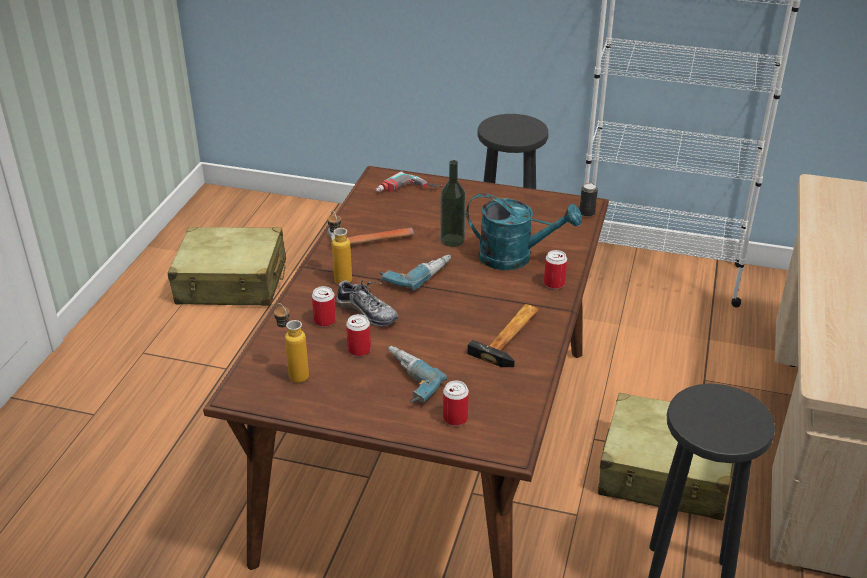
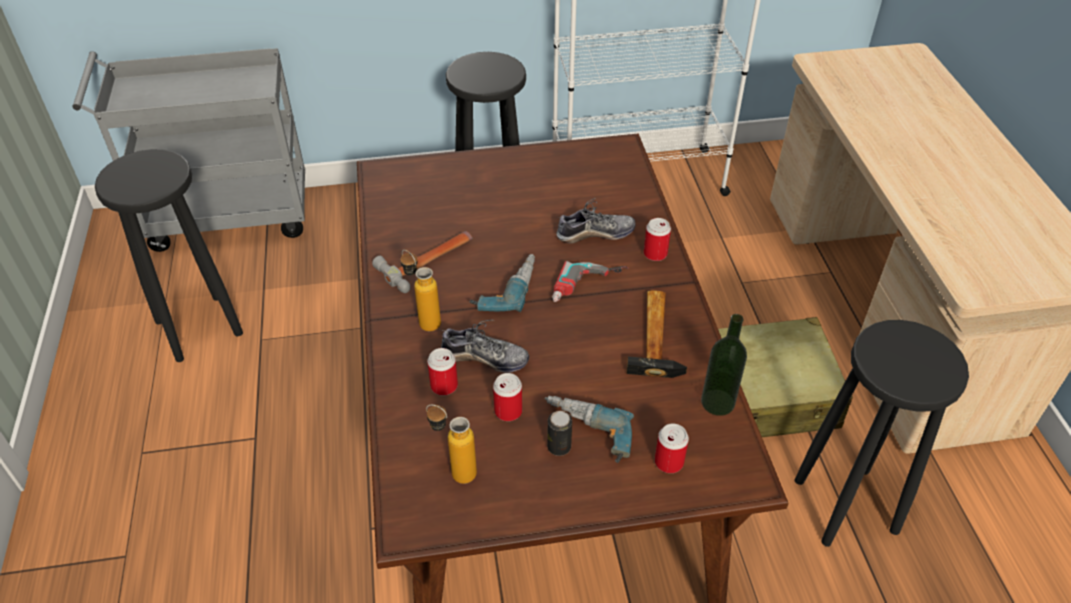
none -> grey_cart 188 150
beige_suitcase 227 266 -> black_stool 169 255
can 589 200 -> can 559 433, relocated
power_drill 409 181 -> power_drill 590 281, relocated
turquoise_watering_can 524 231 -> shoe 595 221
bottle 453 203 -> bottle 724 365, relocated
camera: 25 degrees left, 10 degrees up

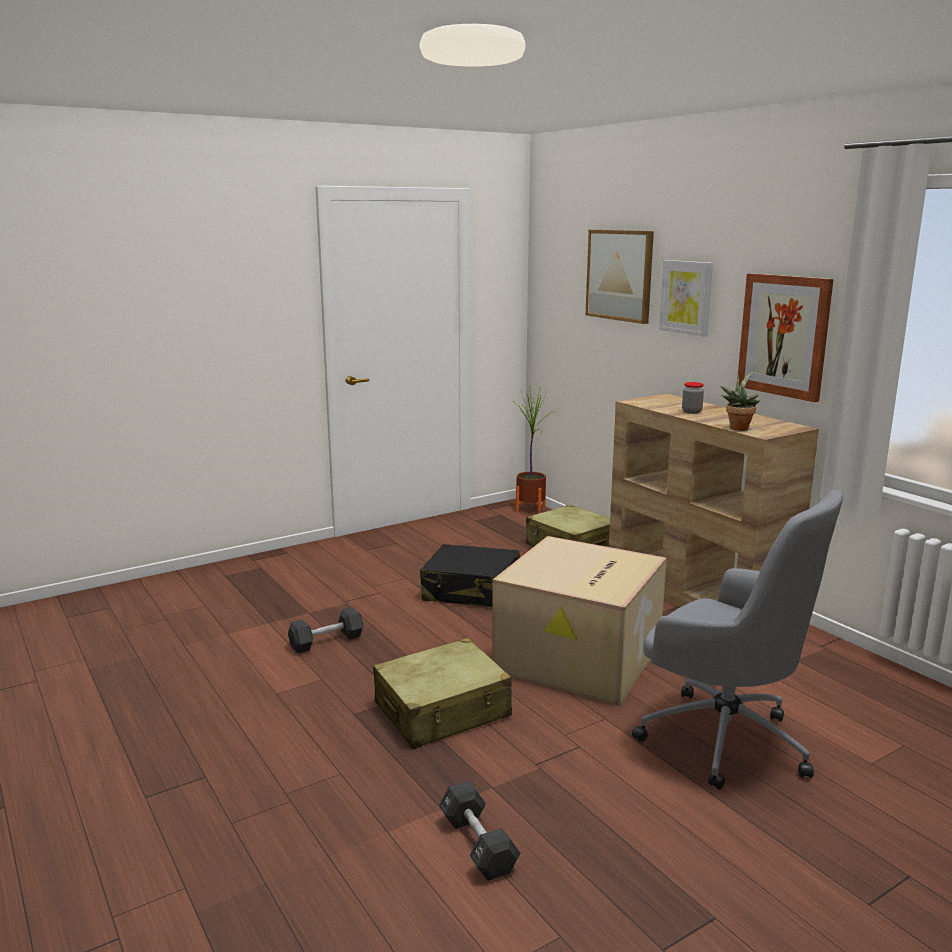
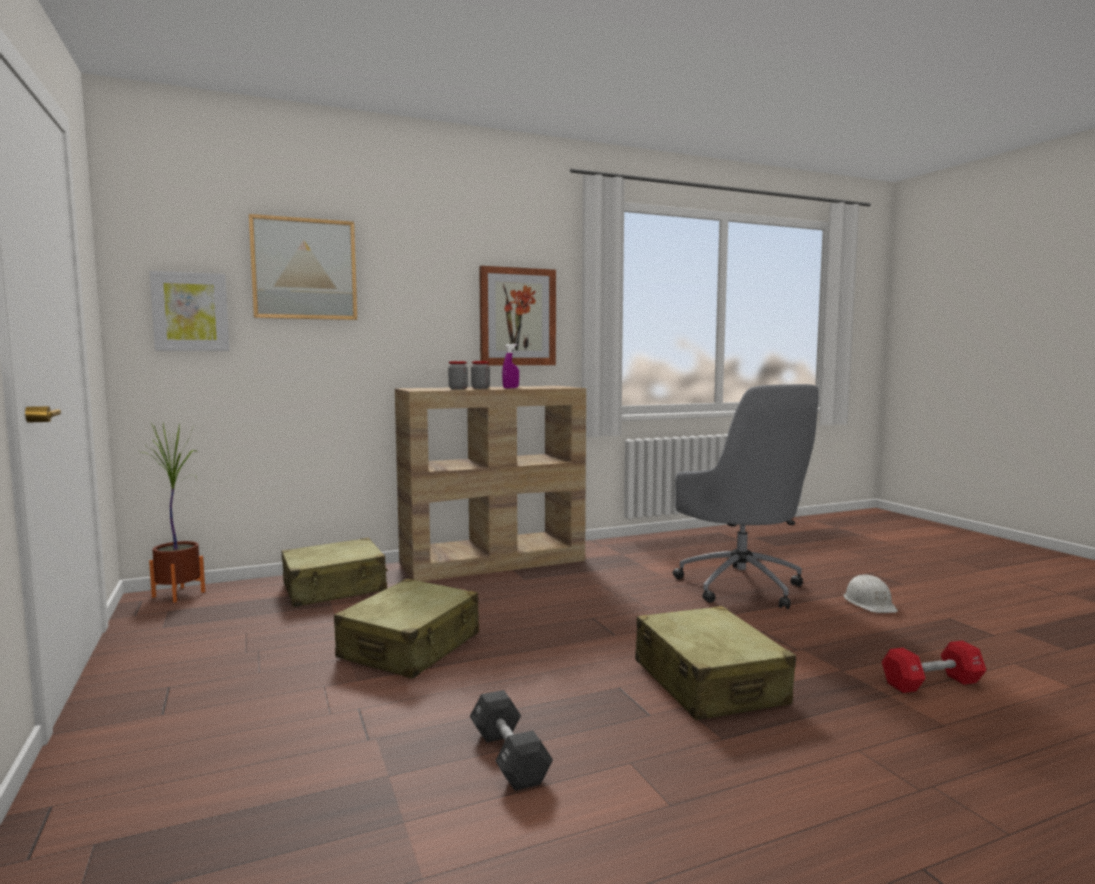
picture 686 298 -> picture 190 311, relocated
black_suitcase 470 575 -> beige_suitcase 406 629
none -> jar 458 375
none -> purple_spray_bottle 510 366
grey_office_chair 737 640 -> grey_office_chair 745 496, 105 degrees clockwise
none -> white_hard_hat 871 593
black_dumbbell 479 831 -> red_dumbbell 934 667
cardboard_box 579 621 -> none
potted_plant 740 401 -> none
camera: 80 degrees left, 10 degrees down

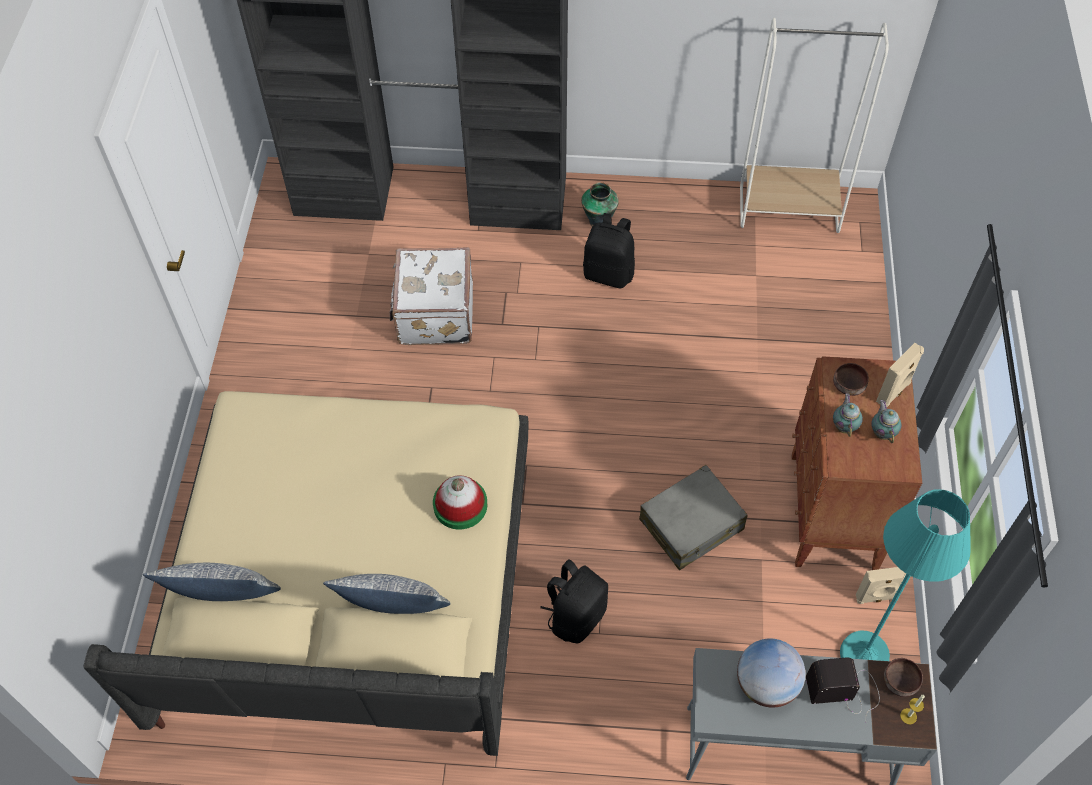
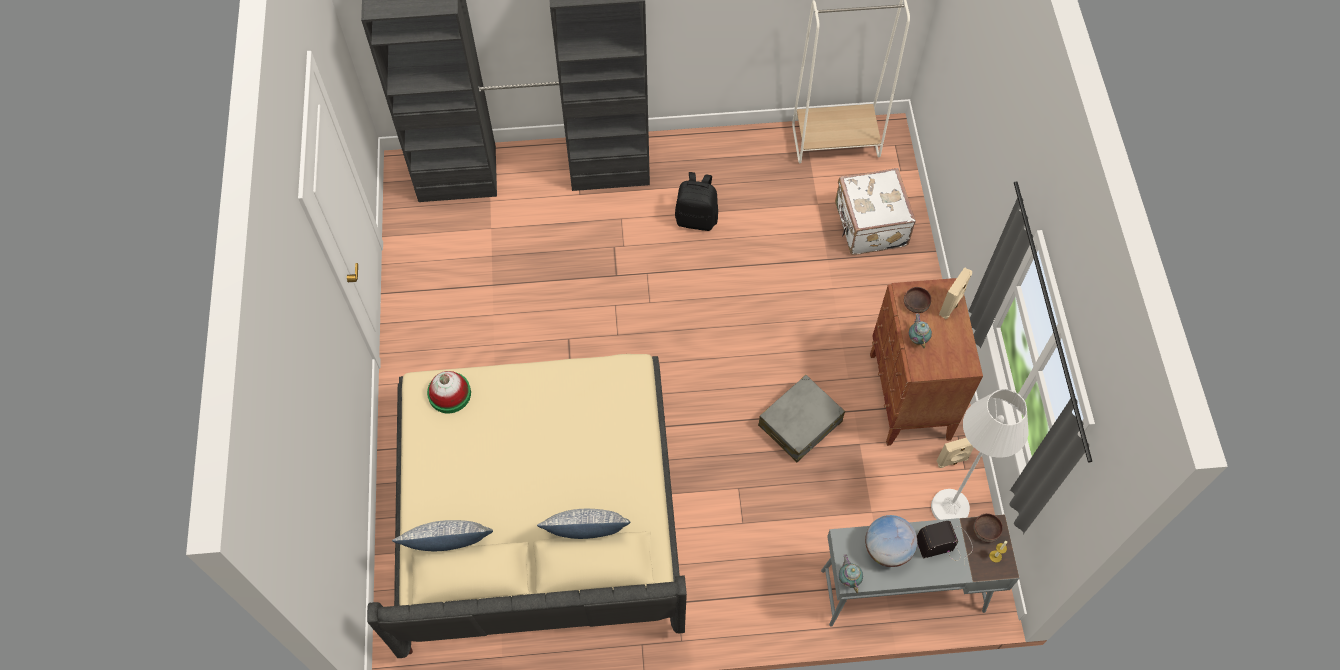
hat 460 502 -> hat 449 392, relocated
white_suitcase 431 296 -> white_suitcase 875 211, relocated
teapot 886 421 -> teapot 851 573, relocated
turquoise_floor_lamp 905 575 -> white_floor_lamp 980 454
black_backpack 574 601 -> none
vase 600 204 -> none
camera: 10 degrees left, 5 degrees up

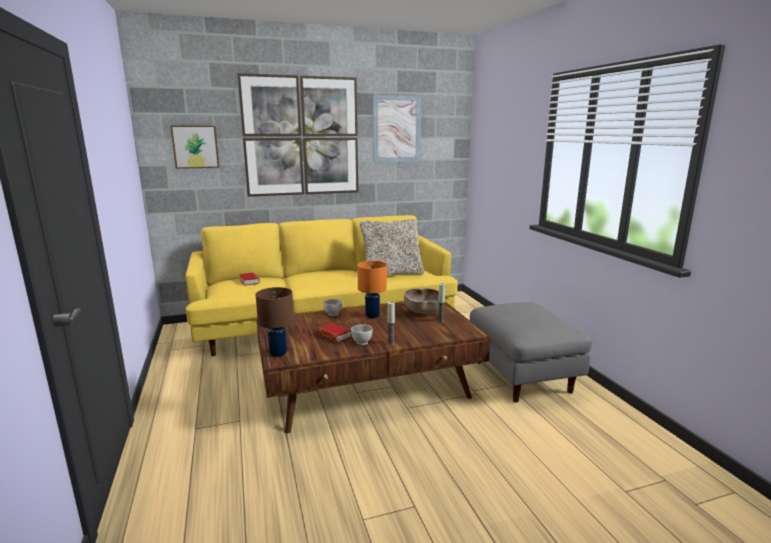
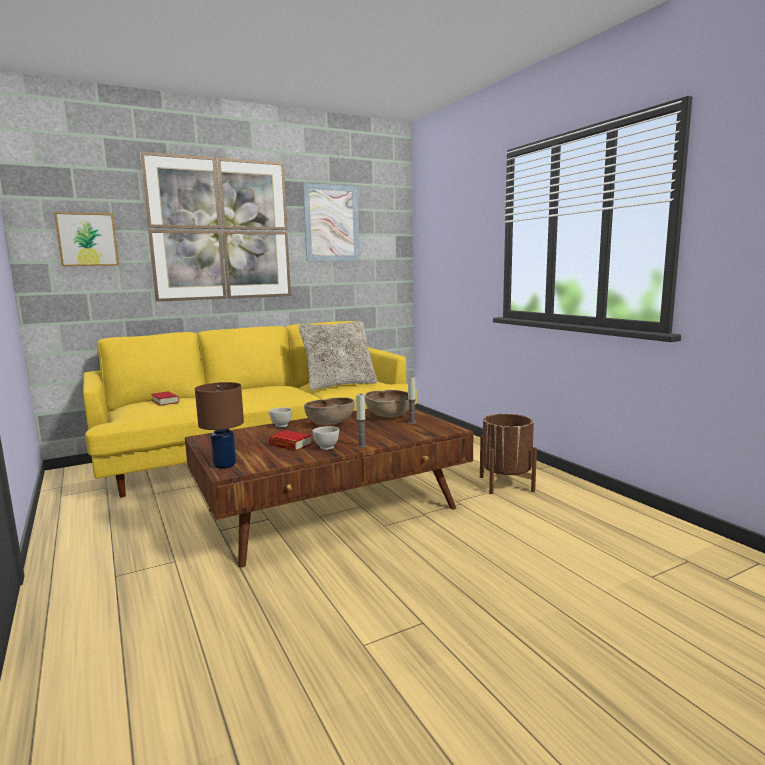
orange_table_lamp 372 289 -> brown_bowl 329 411
grey_ottoman 531 352 -> brown_planter 508 454
camera: 10 degrees left, 5 degrees down

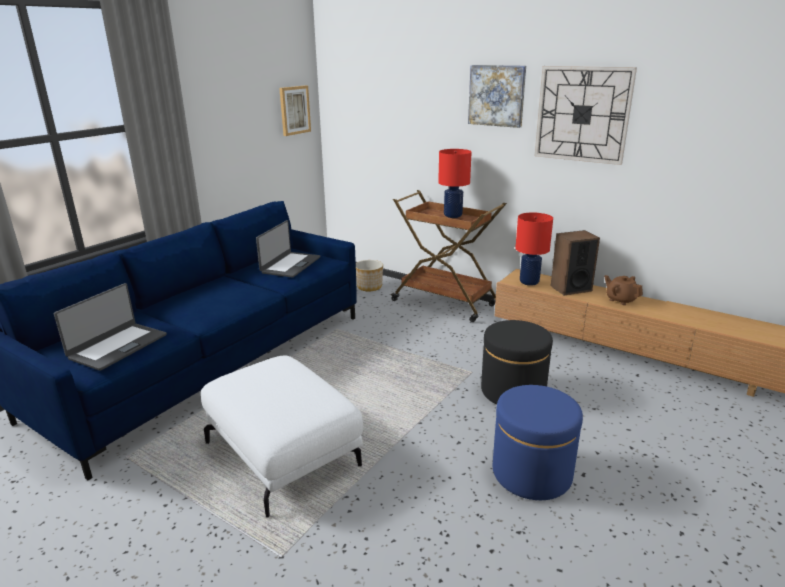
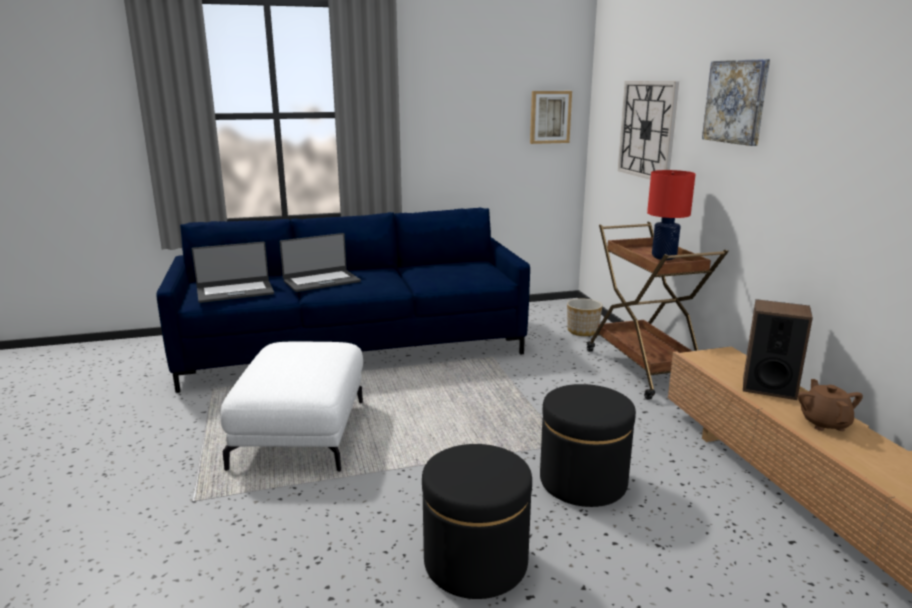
laptop 288 249 -> laptop 320 262, relocated
blue_ottoman 538 442 -> black_ottoman 477 521
wall_clock 586 115 -> wall_clock 648 130, relocated
red_table_lamp 534 249 -> none
camera: 40 degrees right, 5 degrees down

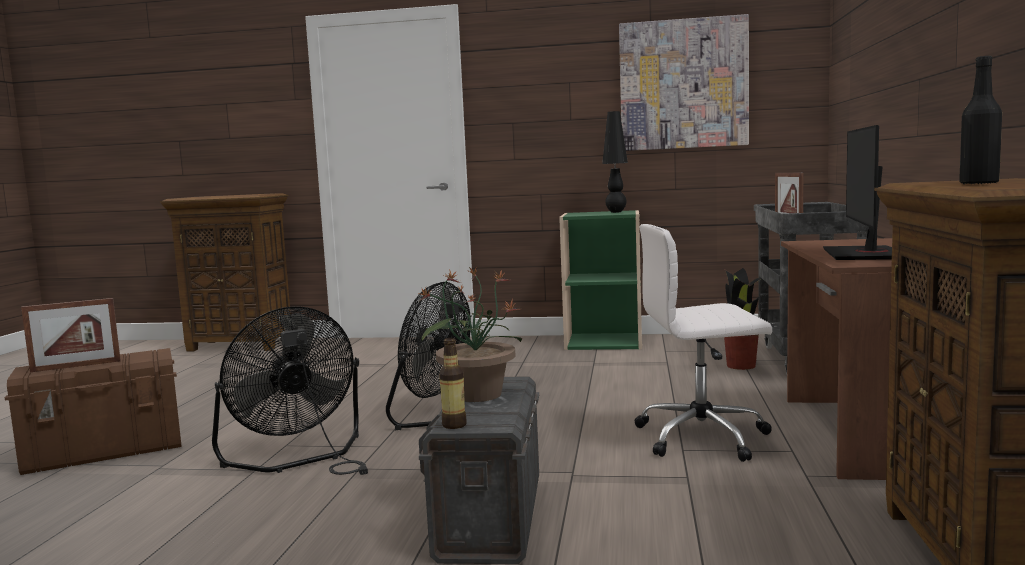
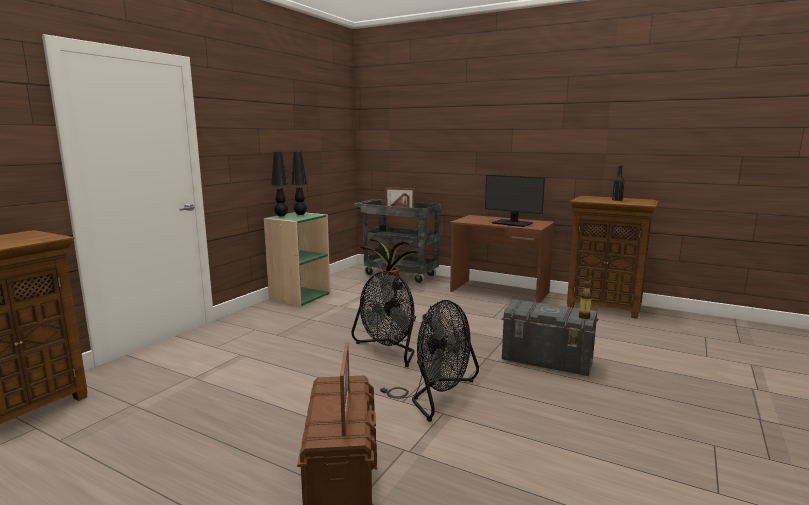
none -> black_table_lamp 279 183
black_fan 290 390 -> black_fan 429 361, 135 degrees counterclockwise
potted_plant 470 334 -> none
picture 684 82 -> none
white_office_chair 703 343 -> none
camera: 70 degrees left, 5 degrees up

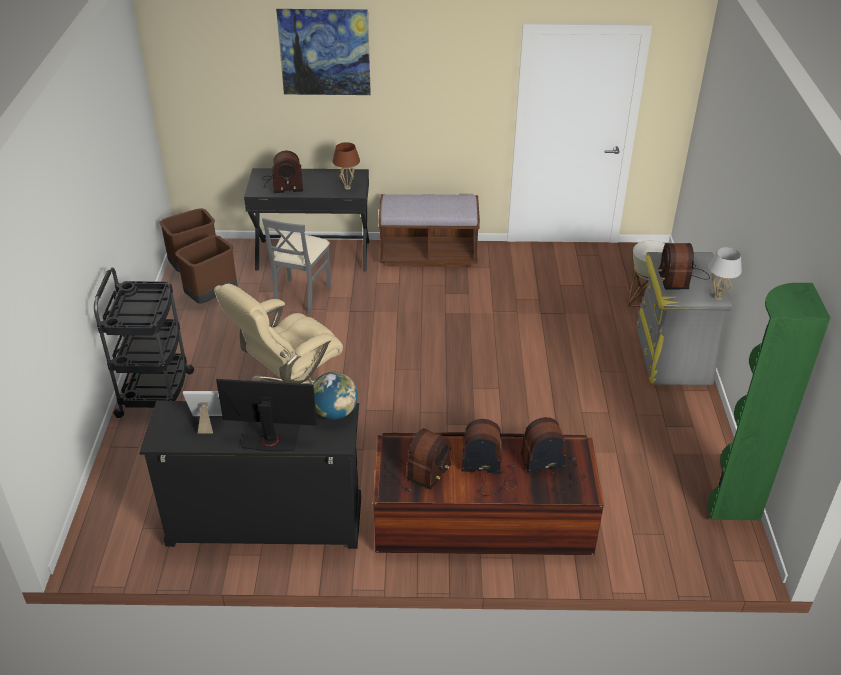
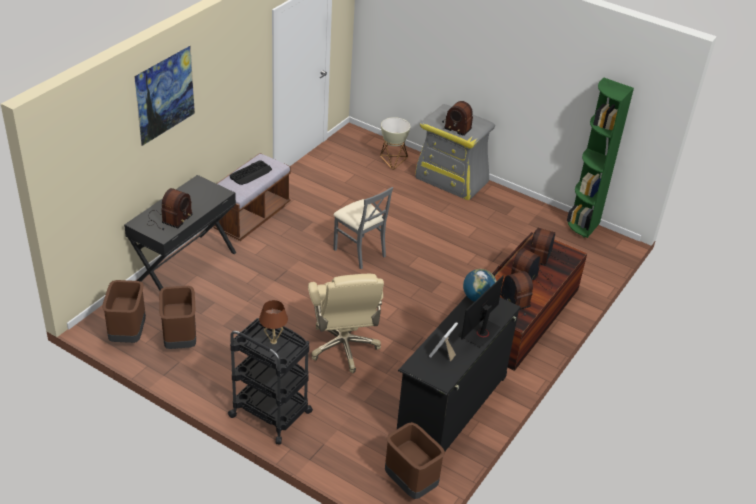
none -> keyboard 251 172
brown_table_lamp 346 165 -> brown_table_lamp 273 322, relocated
grey_chair 296 266 -> grey_chair 363 228, relocated
none -> brown_trash_can 415 460
white_table_lamp 725 273 -> none
camera: 60 degrees left, 0 degrees up

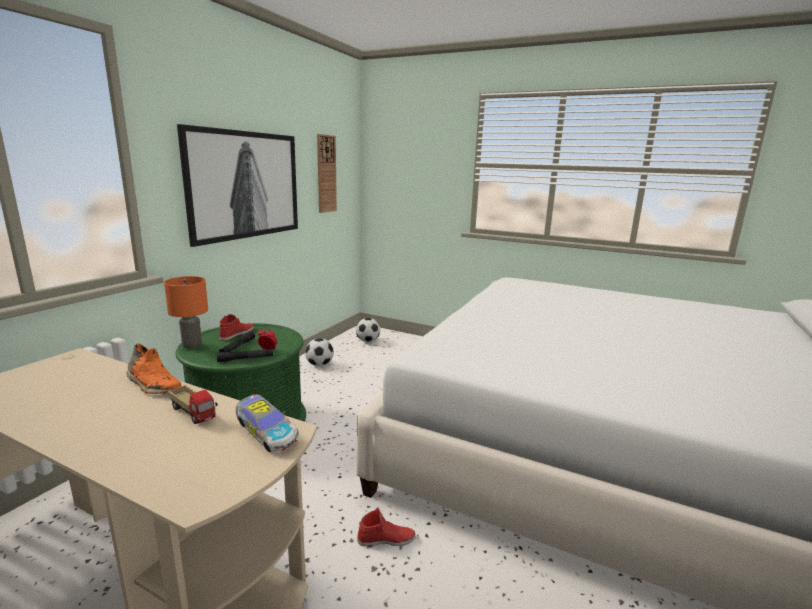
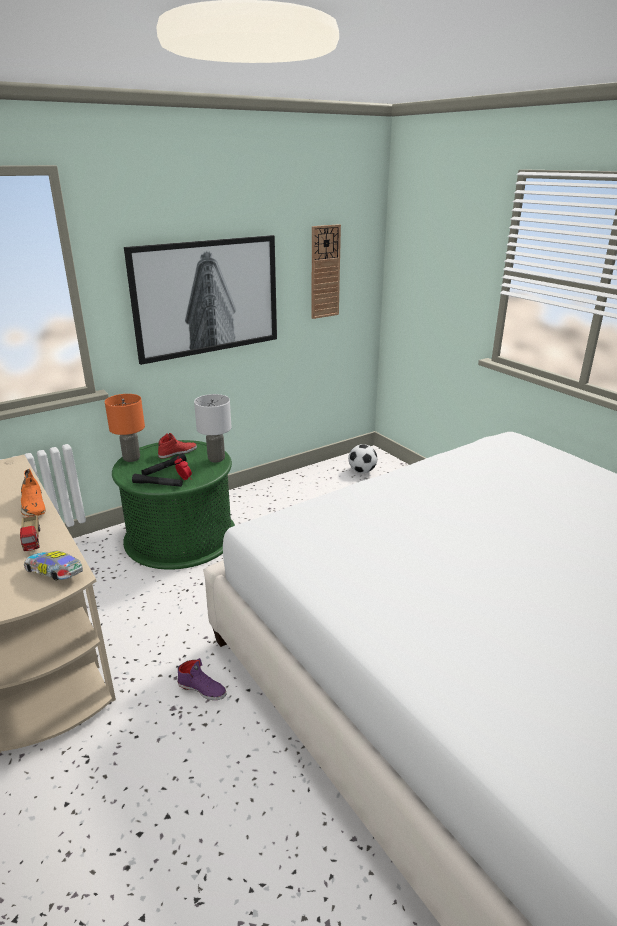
toy_car 267 423 -> toy_car 53 566, 135 degrees clockwise
red_shoe 386 526 -> purple_shoe 202 679
none -> white_table_lamp 213 428
football 319 352 -> none
camera: 30 degrees right, 10 degrees up

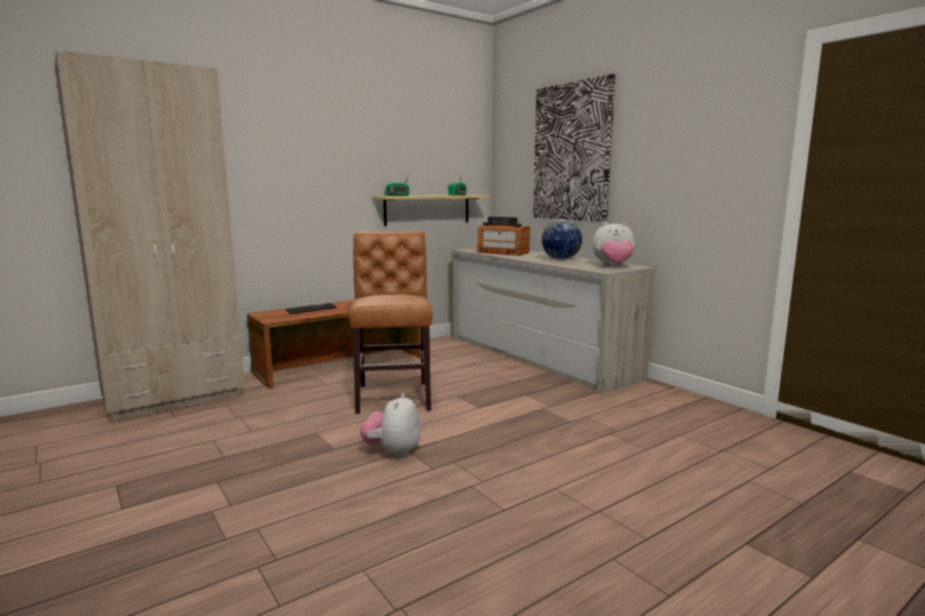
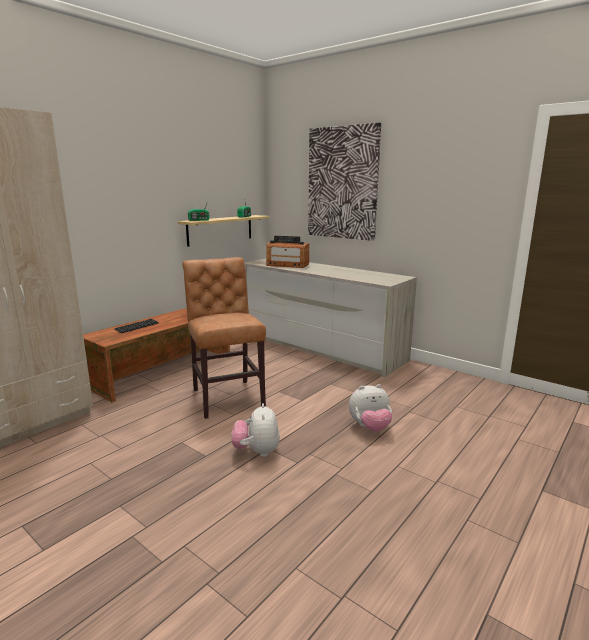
plush_toy 614 244 -> plush_toy 370 408, relocated
globe 562 239 -> none
camera: 15 degrees left, 5 degrees up

